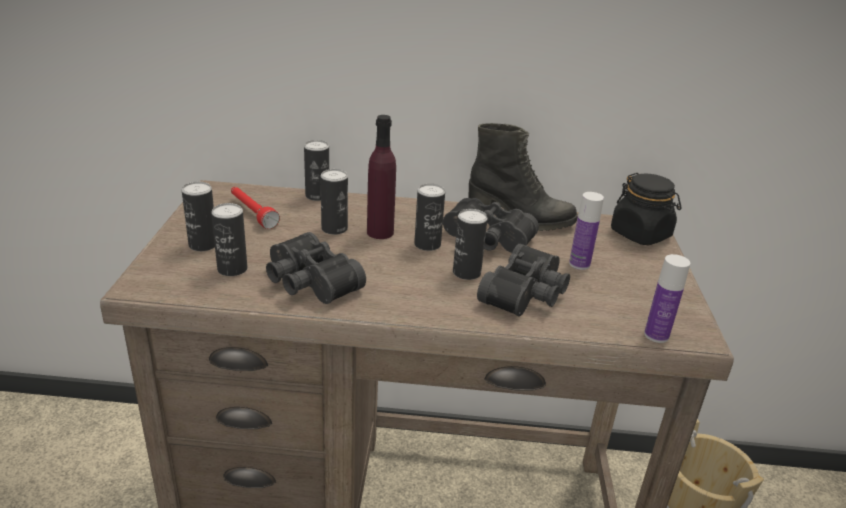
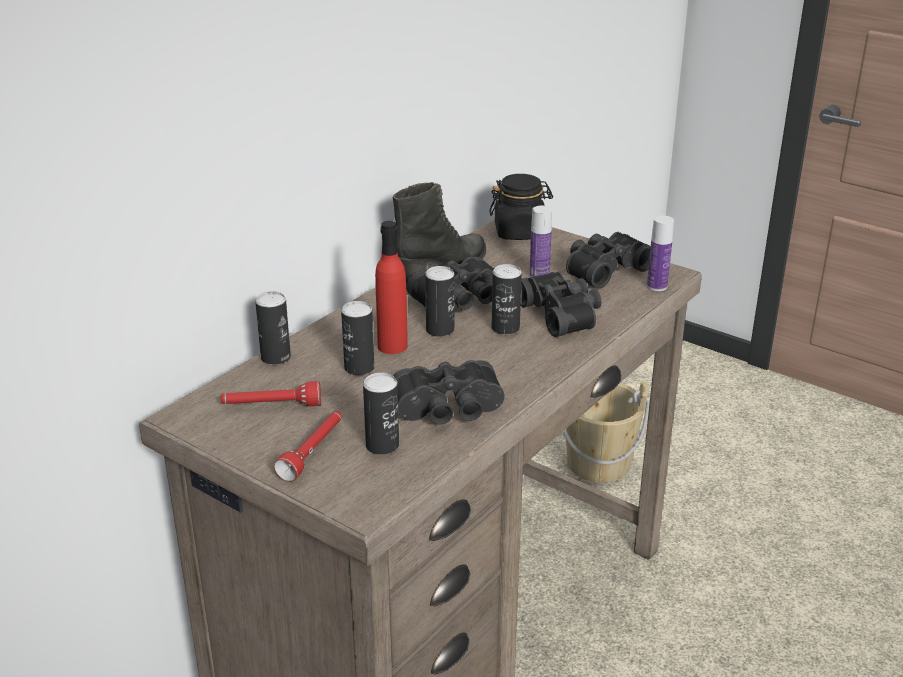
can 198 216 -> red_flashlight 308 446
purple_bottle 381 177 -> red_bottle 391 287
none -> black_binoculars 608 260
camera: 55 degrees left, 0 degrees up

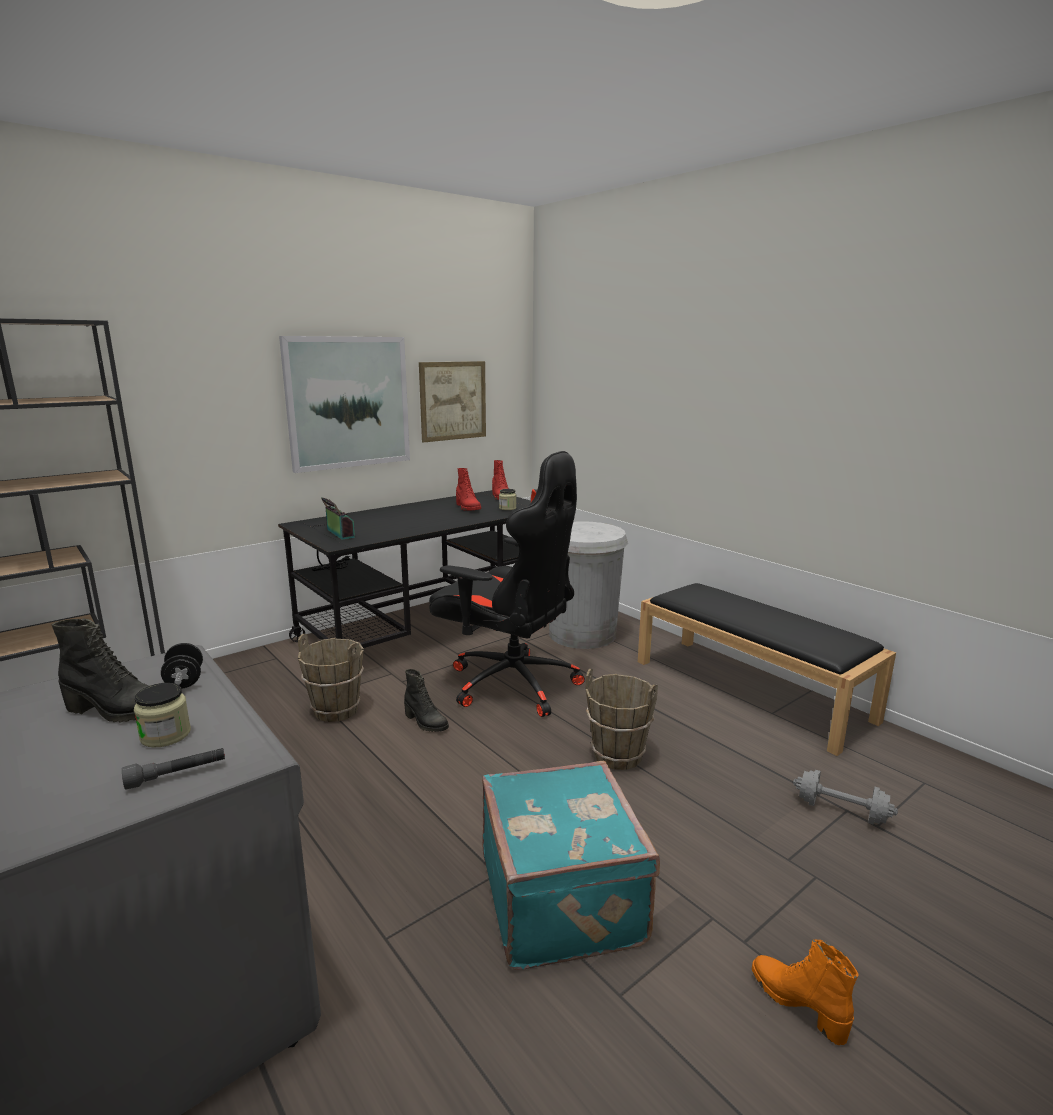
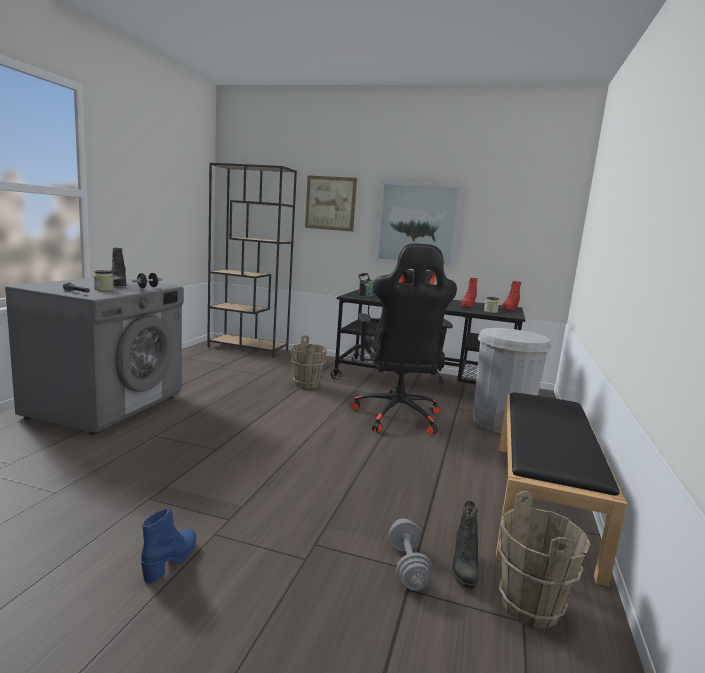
orange_boot 805 992 -> blue_boot 168 545
picture 452 402 -> picture 331 203, relocated
black_boot 426 700 -> black_boot 465 544, relocated
brown_bucket 622 719 -> brown_bucket 544 560, relocated
turquoise_suitcase 571 865 -> none
camera: 55 degrees right, 5 degrees down

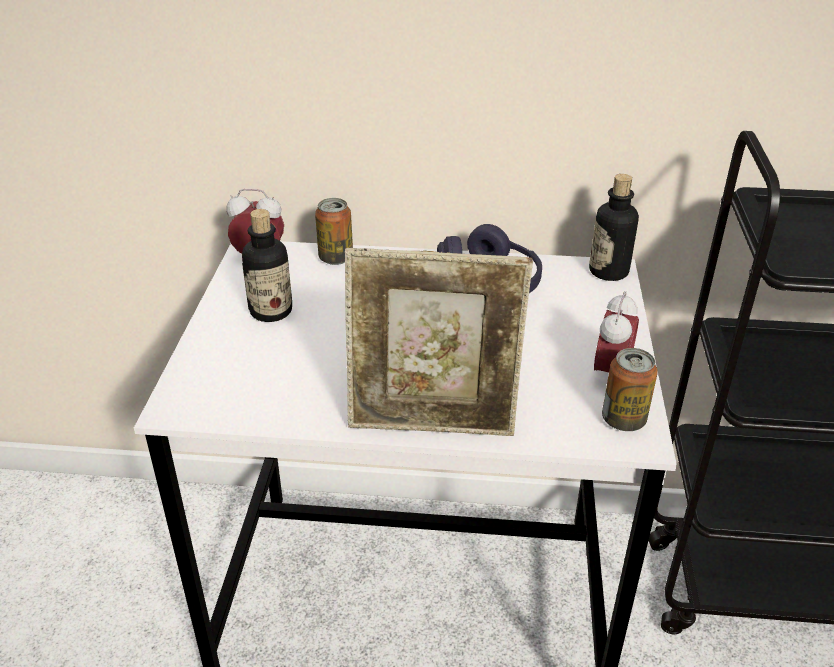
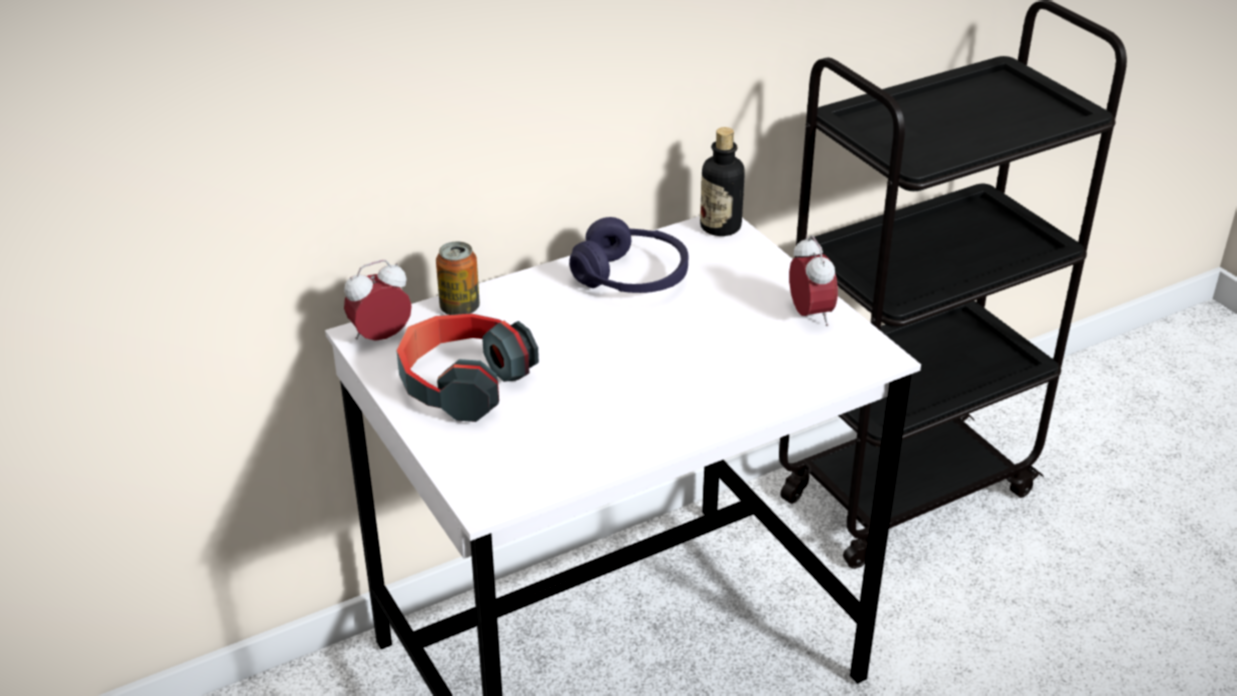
bottle 267 265 -> headphones 467 368
picture_frame 439 342 -> none
can 630 389 -> none
camera: 35 degrees left, 0 degrees up

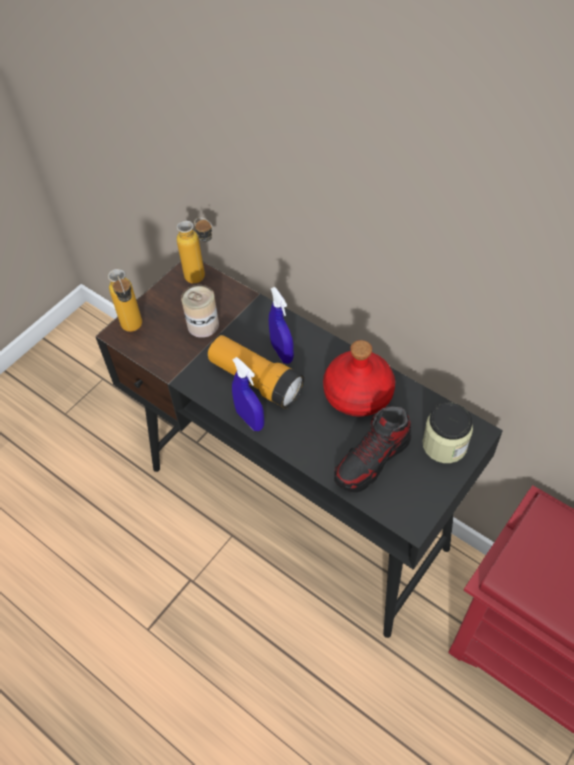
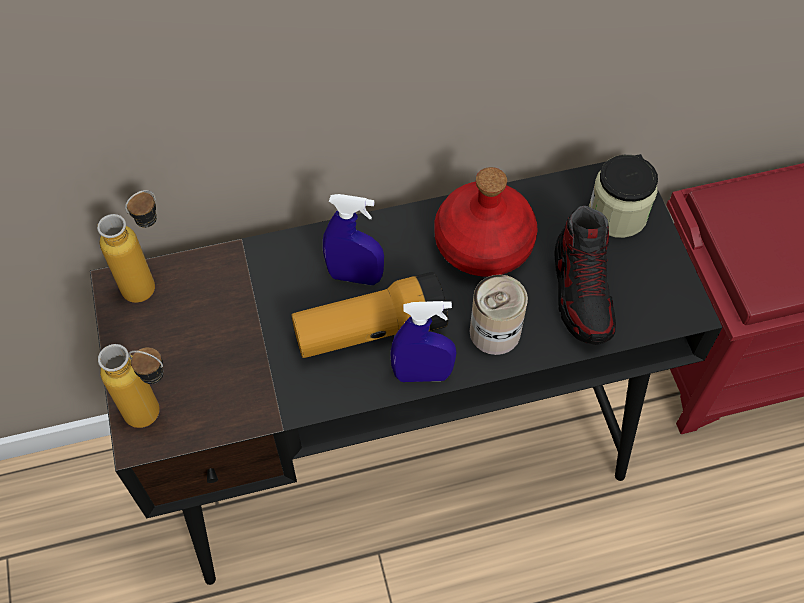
can 200 311 -> can 498 315, relocated
camera: 55 degrees left, 5 degrees up

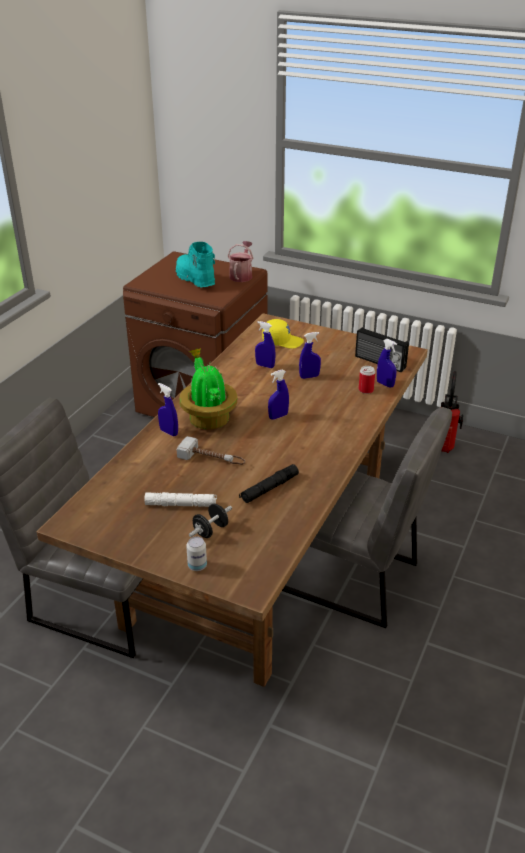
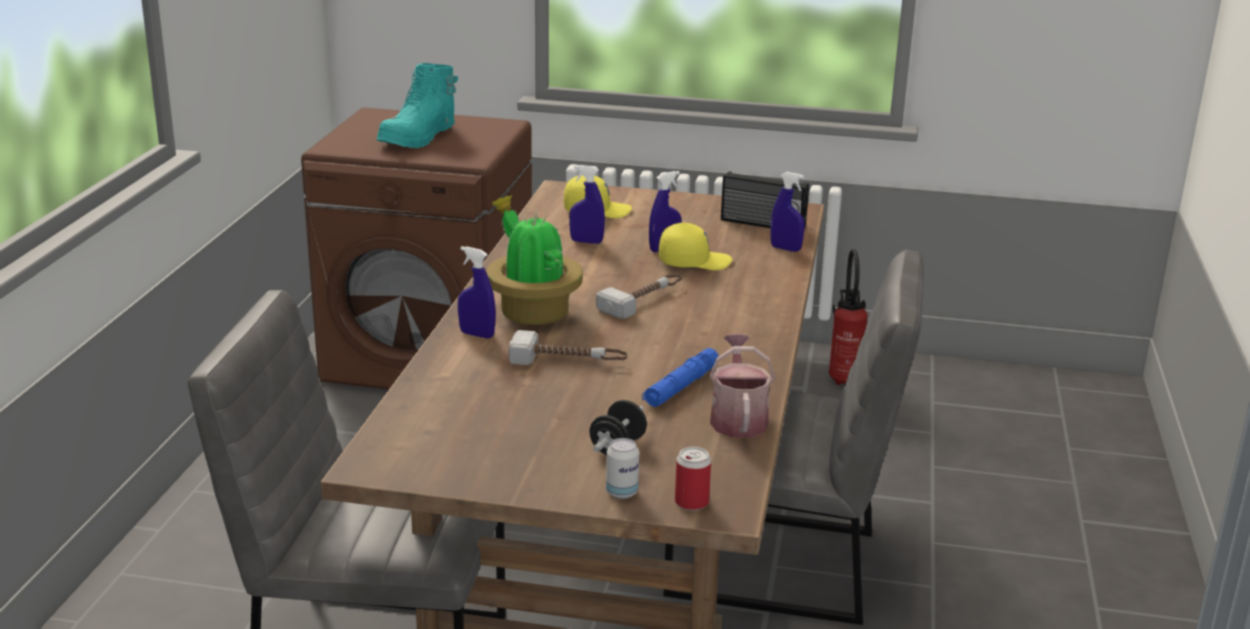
turquoise_boot 195 265 -> turquoise_boot 417 105, 105 degrees counterclockwise
blue_spray_bottle 278 395 -> hammer 639 296
black_flashlight 269 483 -> blue_flashlight 680 377
none -> yellow_cap 695 246
can 367 380 -> can 693 478, relocated
watering_can 240 261 -> watering_can 742 386, relocated
white_flashlight 180 499 -> none
camera: 15 degrees left, 10 degrees down

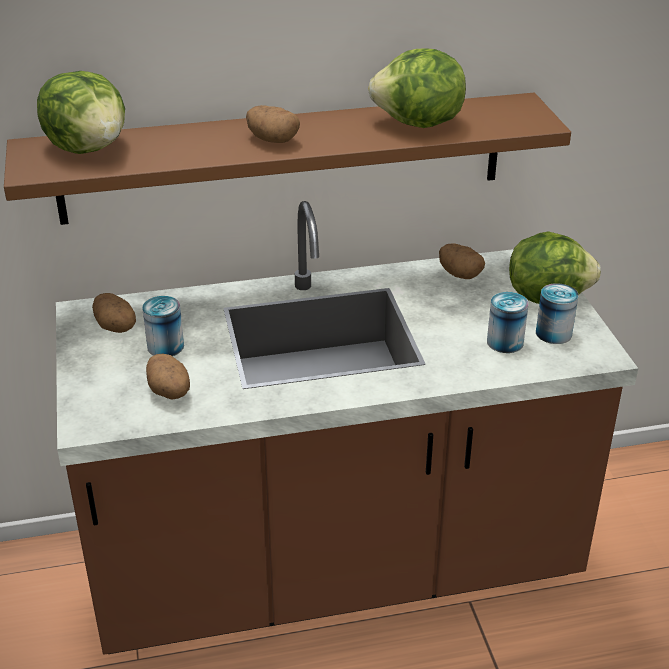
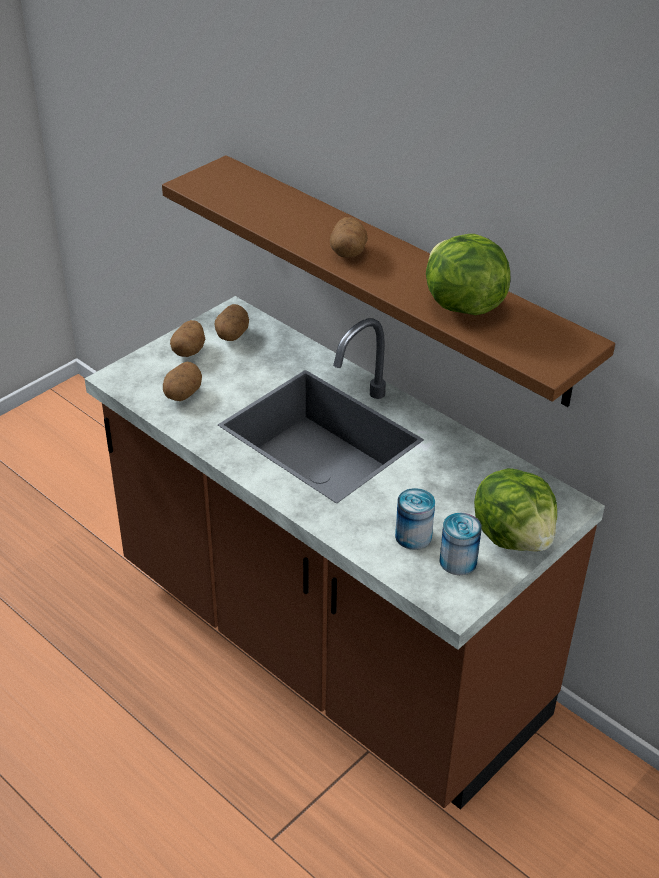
potato 462 261 -> potato 187 338, relocated
lettuce 81 112 -> none
can 163 326 -> none
camera: 55 degrees right, 5 degrees up

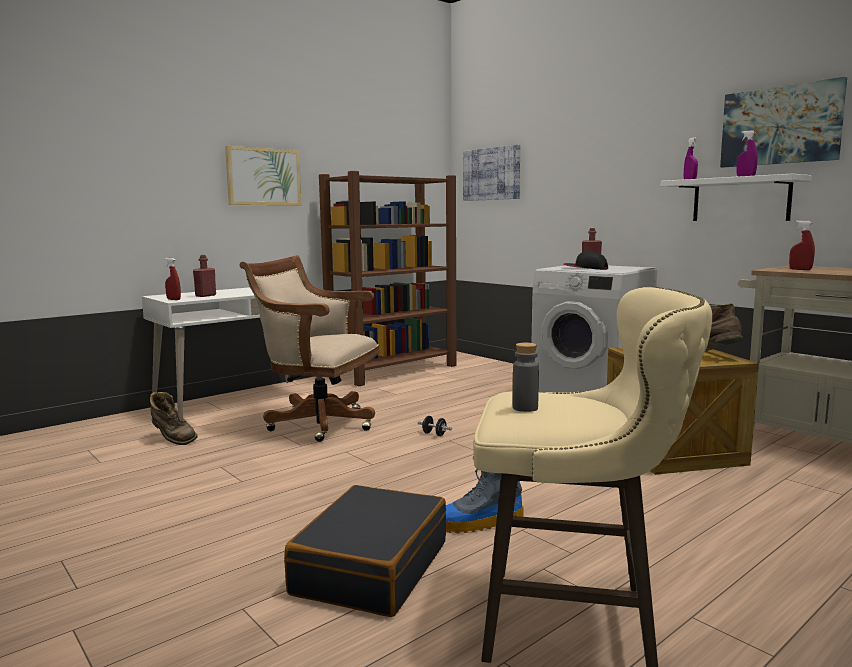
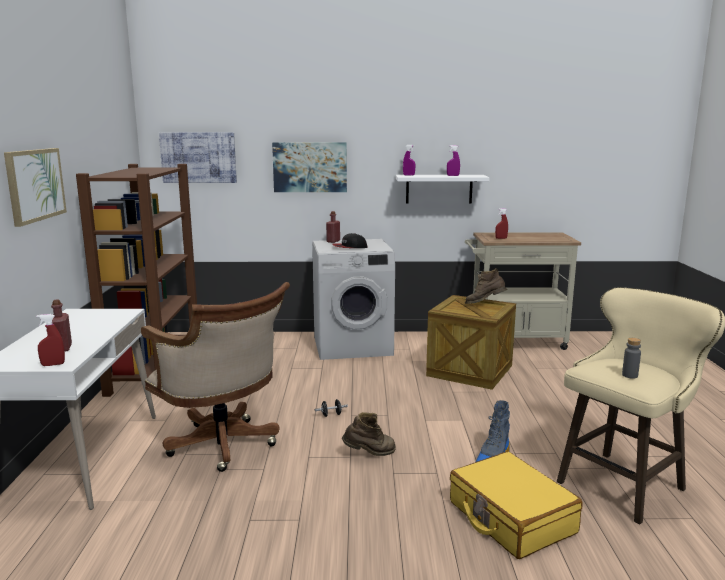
office_chair 310 348 -> office_chair 215 377, 105 degrees counterclockwise
picture 783 122 -> picture 309 167, relocated
brown_boot 174 418 -> brown_boot 369 434, relocated
black_suitcase 365 551 -> yellow_suitcase 516 505
camera: 50 degrees left, 5 degrees up

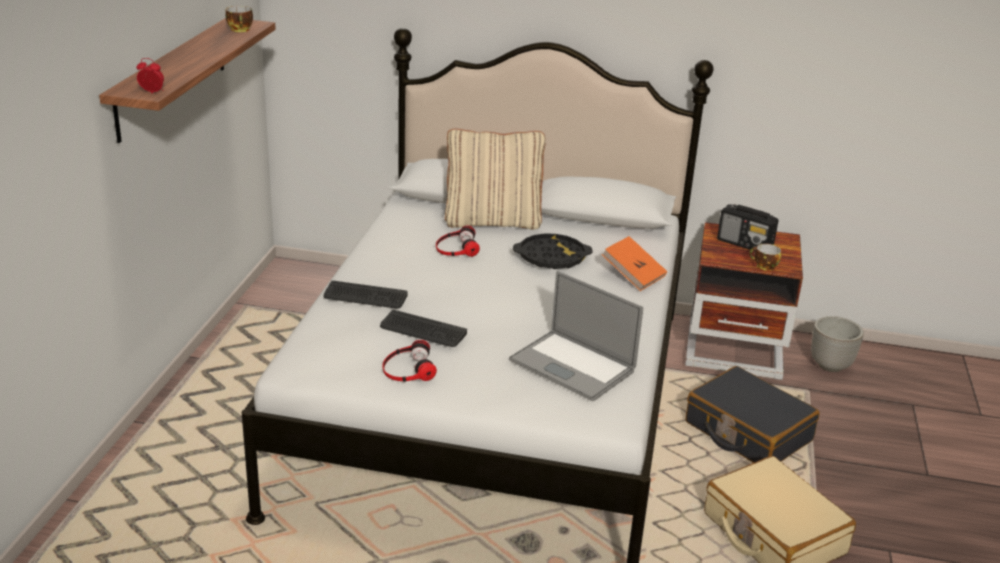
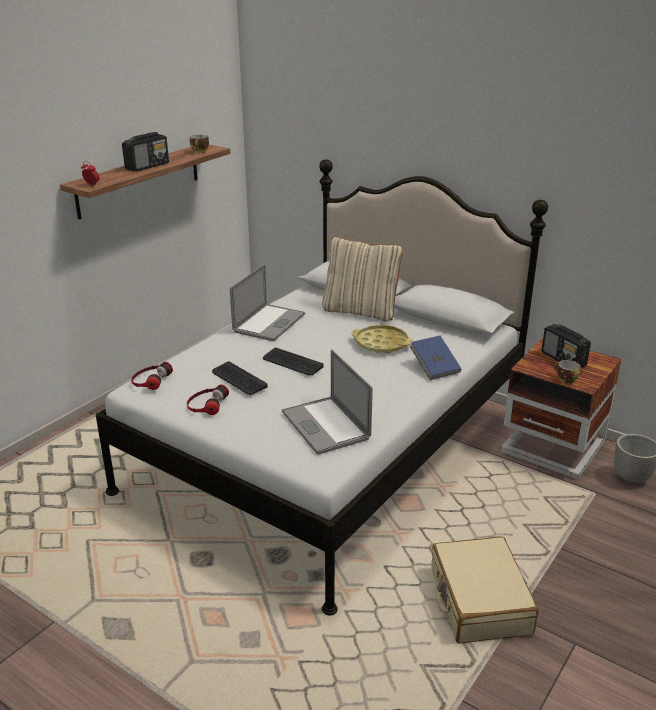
none -> radio 145 152
headphones 458 241 -> headphones 152 376, relocated
none -> laptop 267 302
keyboard 366 294 -> keyboard 293 362, relocated
black_tray 552 251 -> yellow_tray 382 339
orange_book 634 263 -> blue_book 436 358
black_suitcase 752 414 -> none
camera: 25 degrees right, 0 degrees up

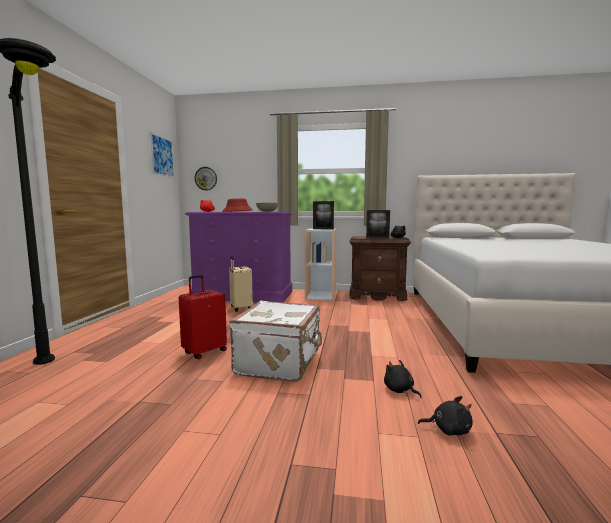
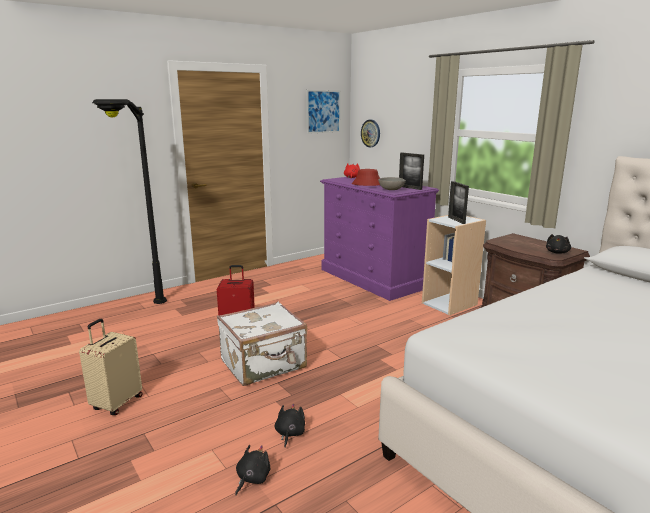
beige_suitcase 241 284 -> beige_suitcase 110 367, relocated
black_plush_toy 445 416 -> black_plush_toy 253 470, 120 degrees counterclockwise
picture_frame 378 224 -> picture_frame 411 171, relocated
camera: 45 degrees right, 10 degrees up

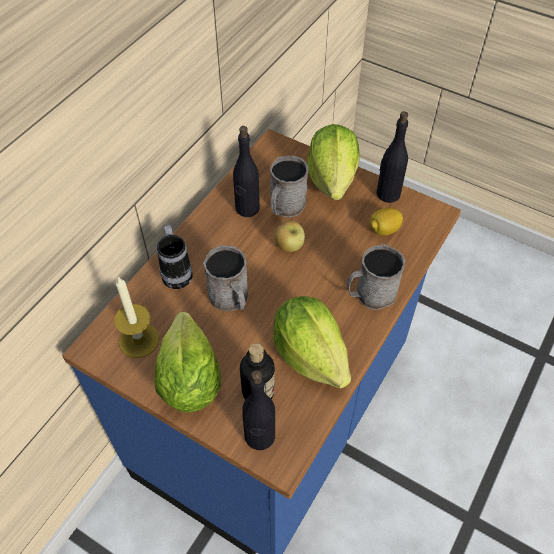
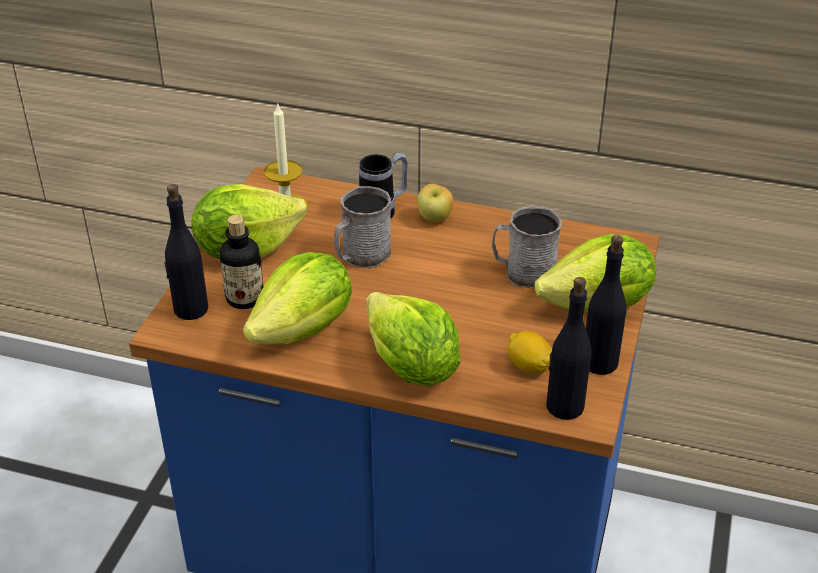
grey_mug 376 277 -> lettuce 413 339
apple 290 236 -> apple 435 203, relocated
black_bottle 246 171 -> black_bottle 568 348, relocated
camera: 75 degrees right, 15 degrees down

